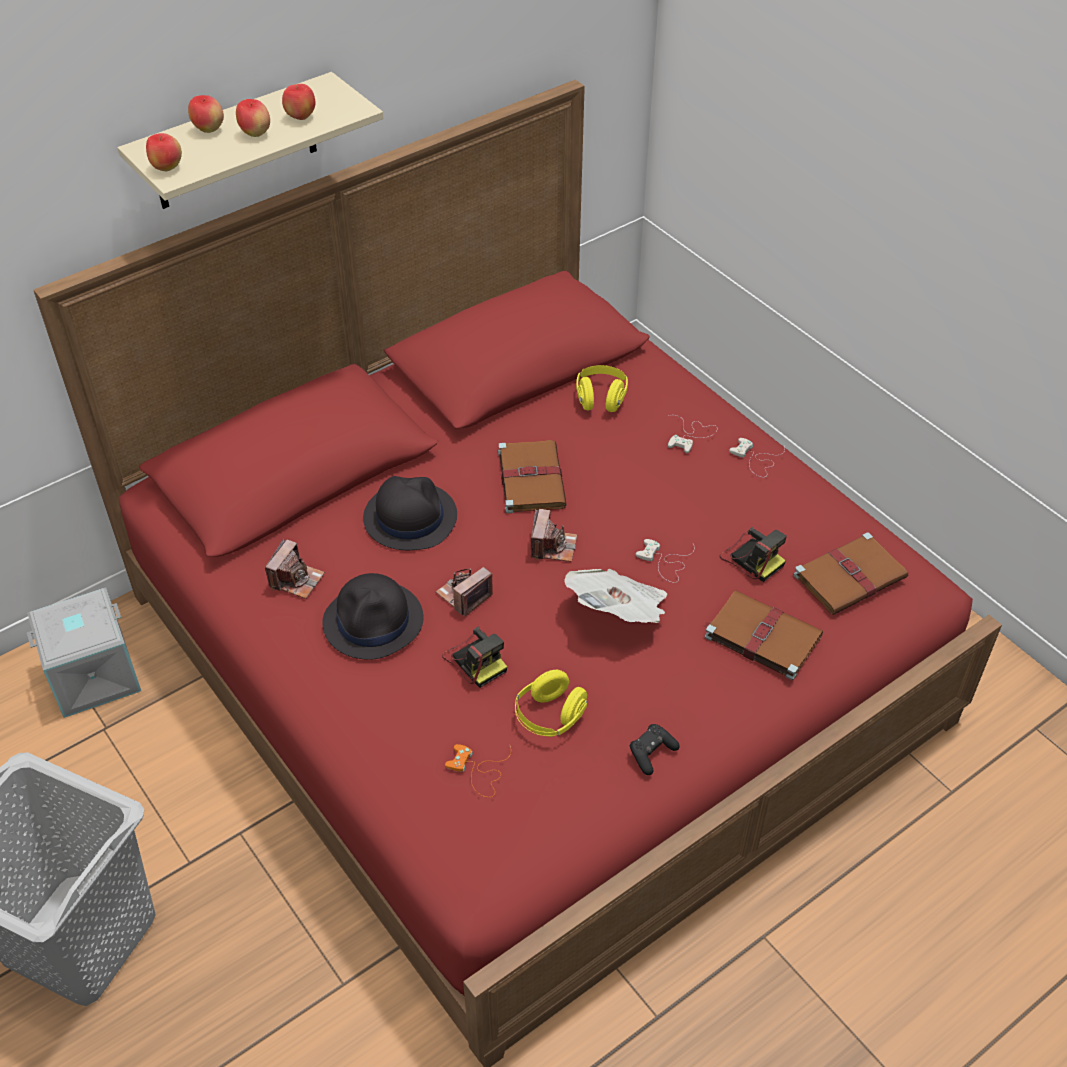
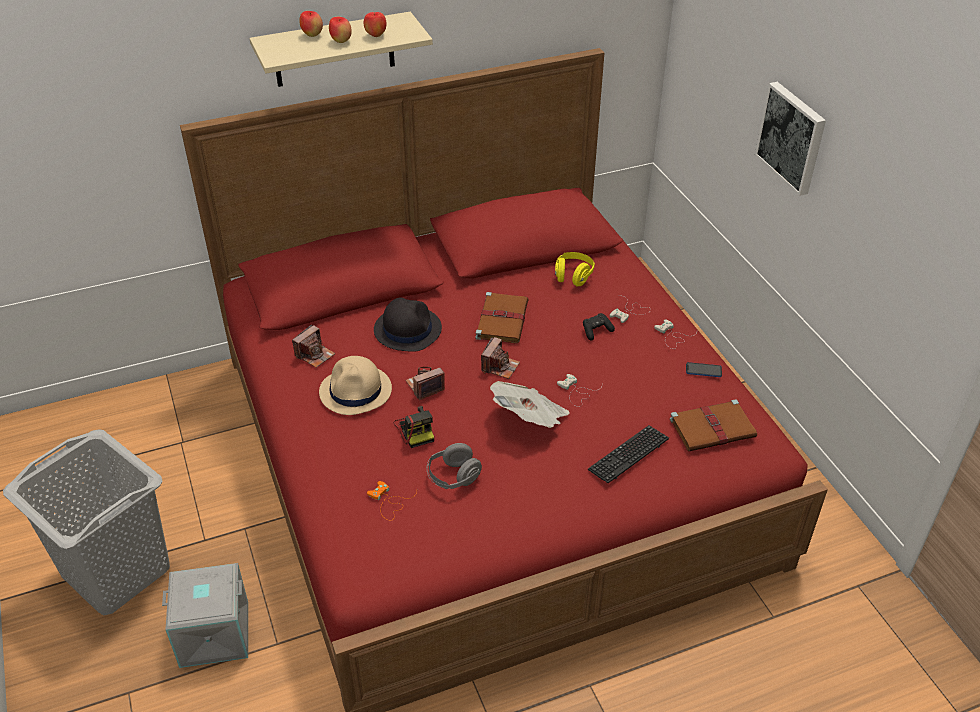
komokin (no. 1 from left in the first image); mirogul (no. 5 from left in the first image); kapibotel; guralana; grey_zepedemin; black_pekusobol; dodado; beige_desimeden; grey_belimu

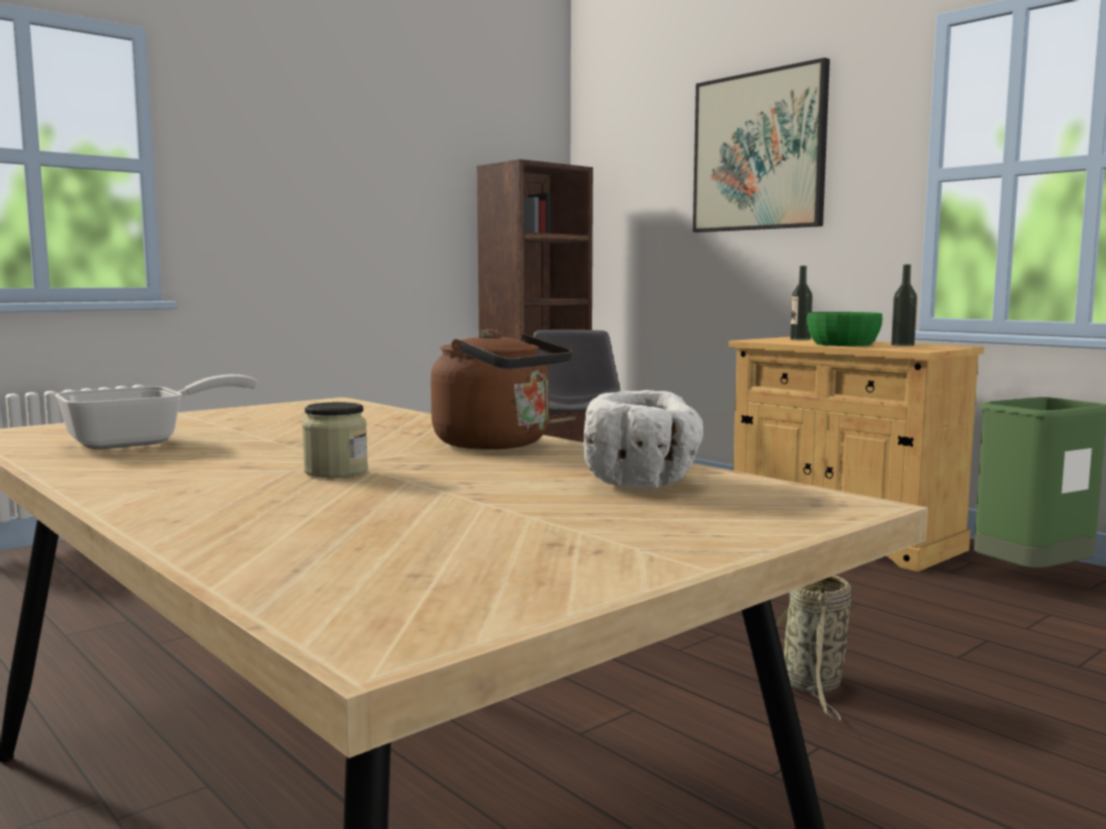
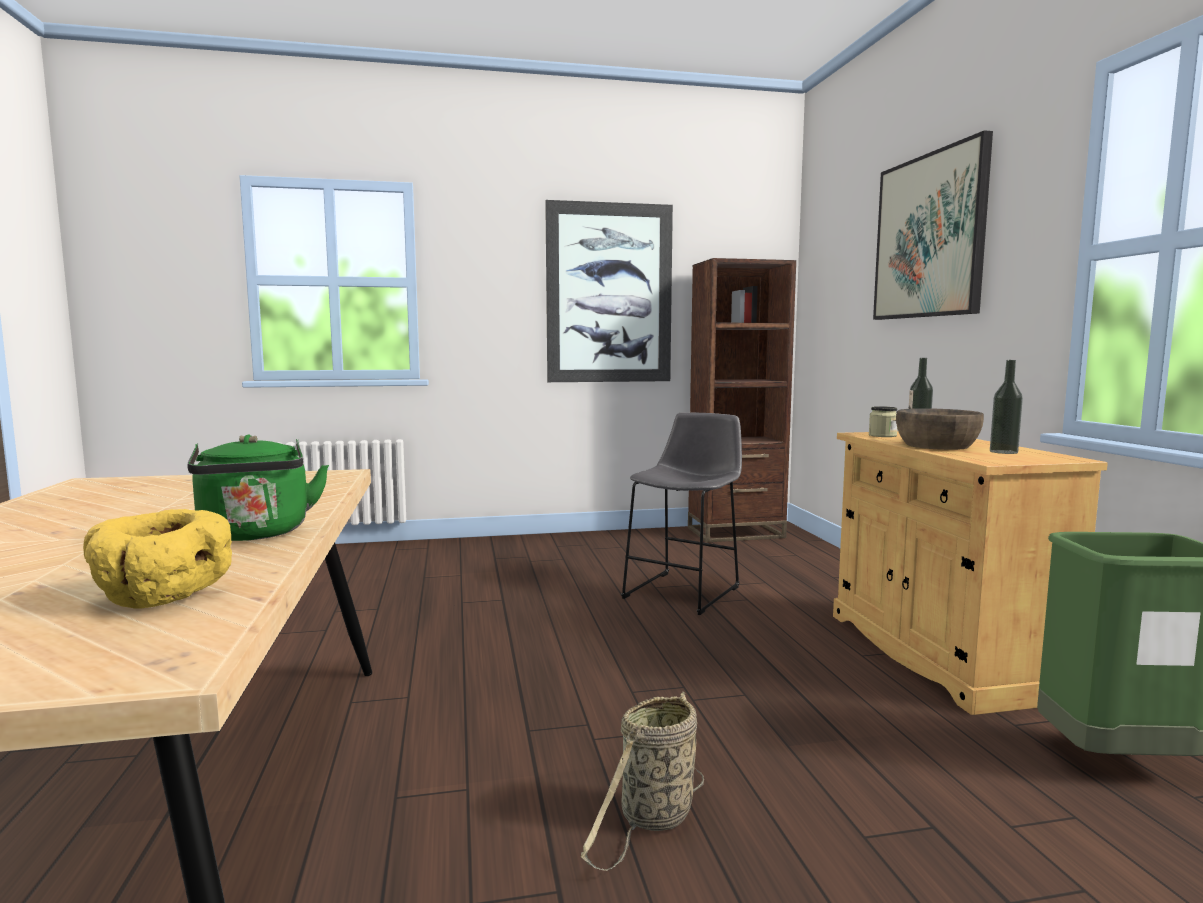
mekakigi; guralana (no. 1 from left); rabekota; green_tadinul; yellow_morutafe; brown_morutafe

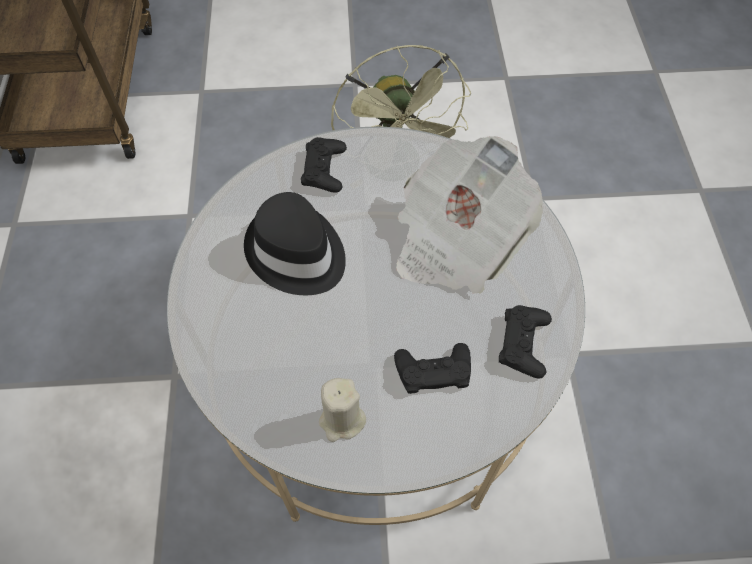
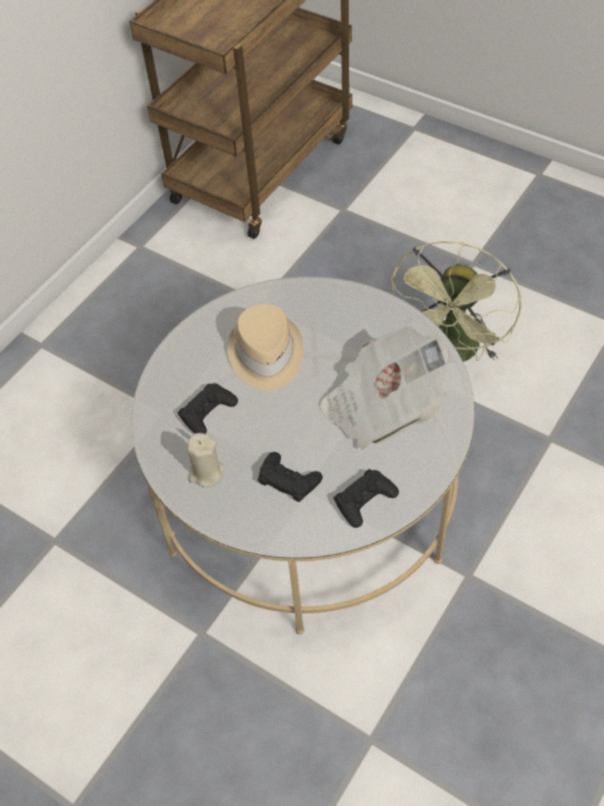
black_pekusobol (no. 1 from left); beige_desimeden

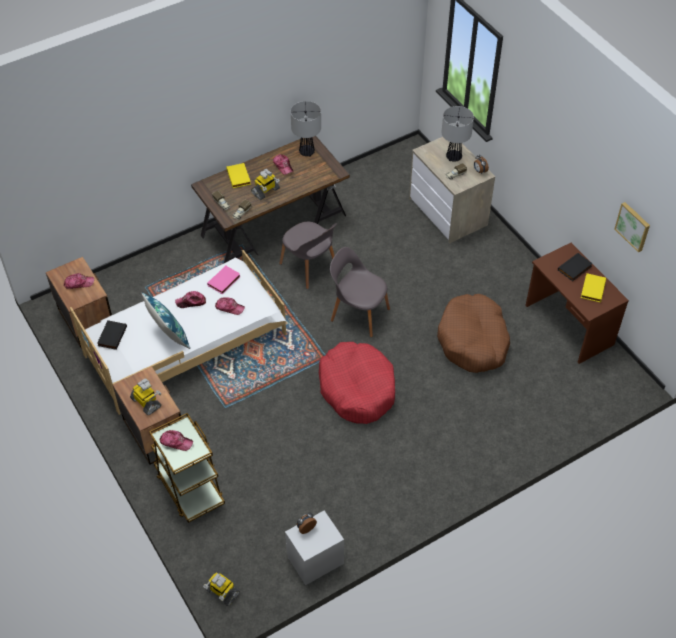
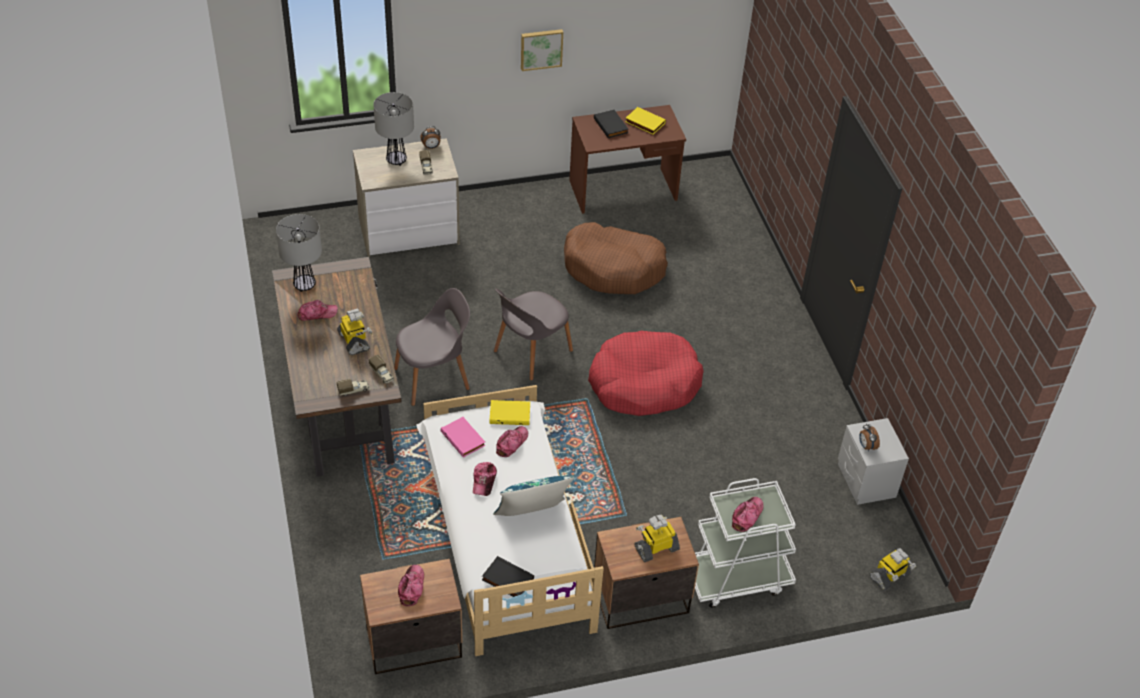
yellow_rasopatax (no. 1 from left); guralana; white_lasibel

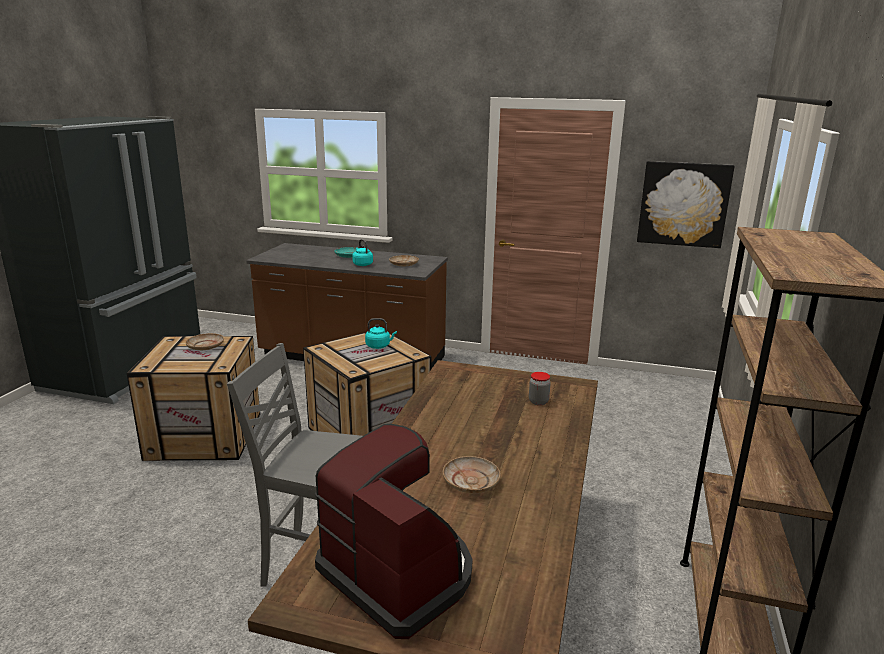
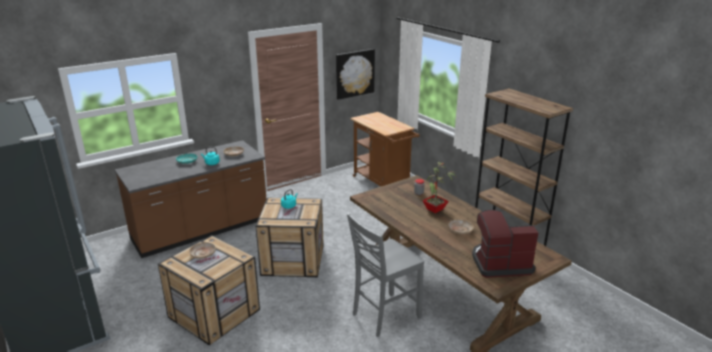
brown_lasibel; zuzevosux

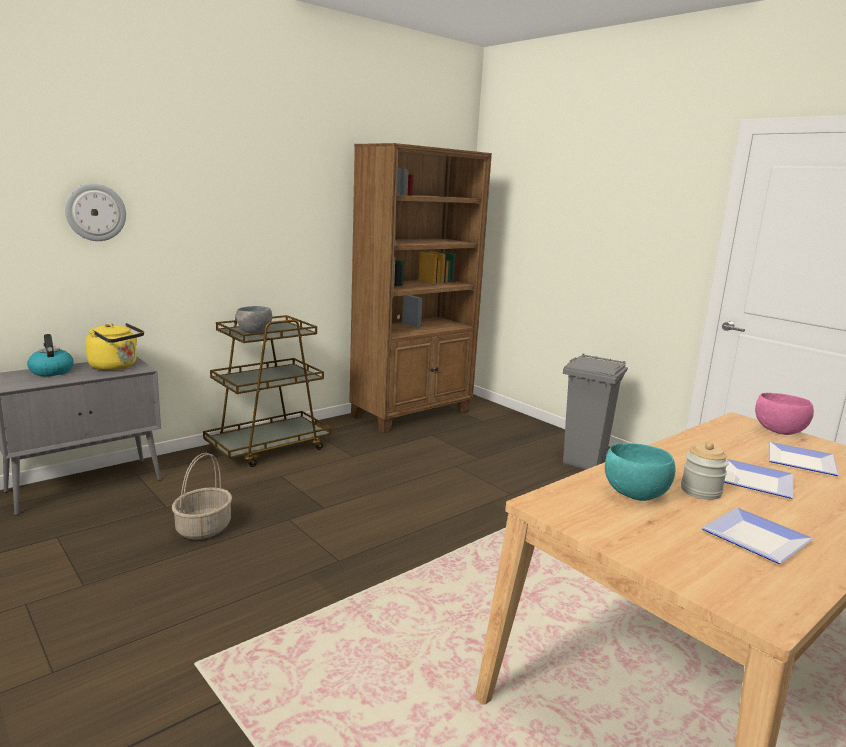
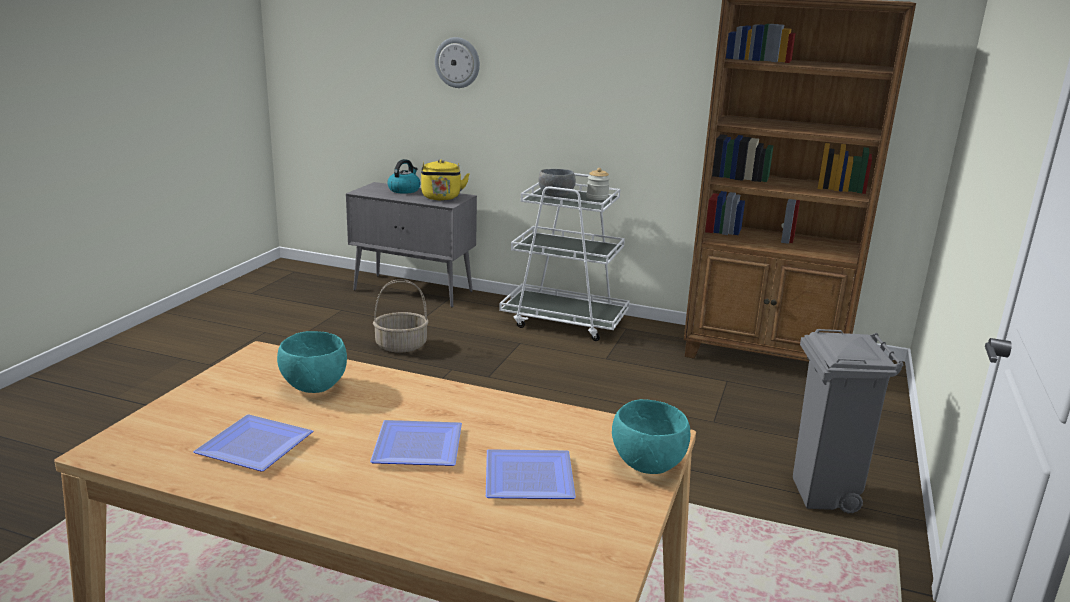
rabekota; white_lasibel; turquoise_morutafe (no. 2 from left)

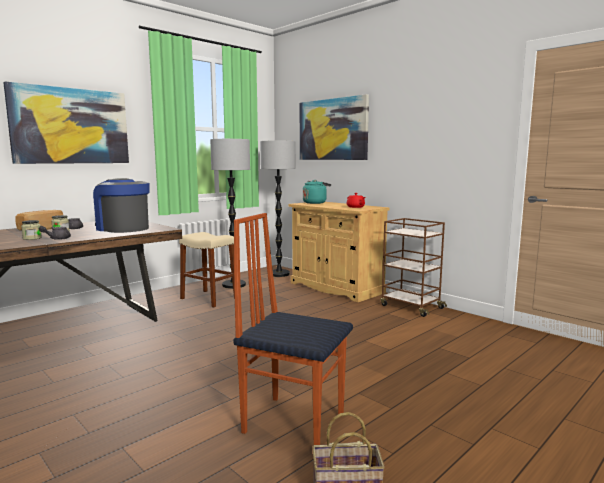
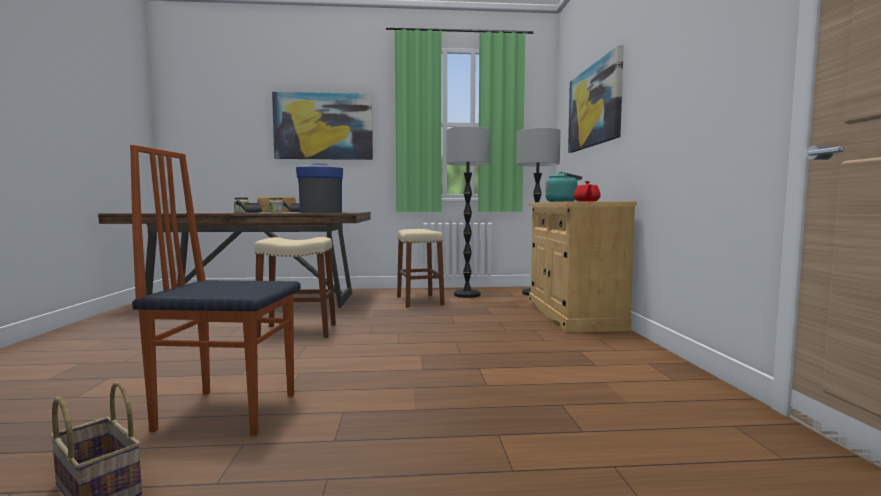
brown_lasibel; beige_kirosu (no. 1 from left); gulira

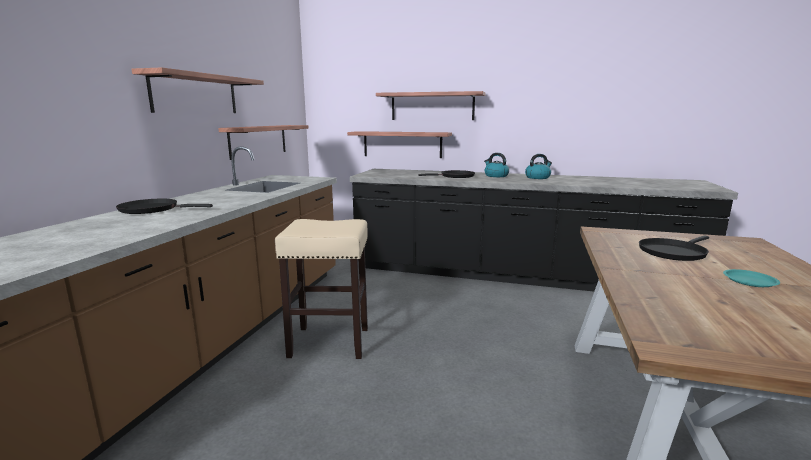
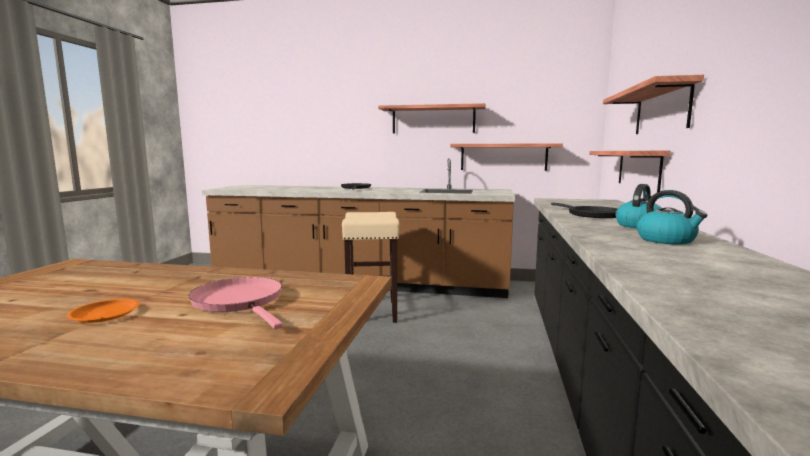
pink_mekakigi; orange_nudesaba

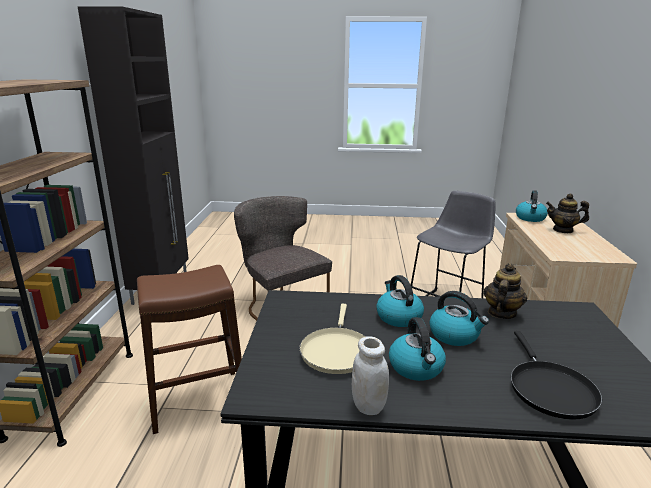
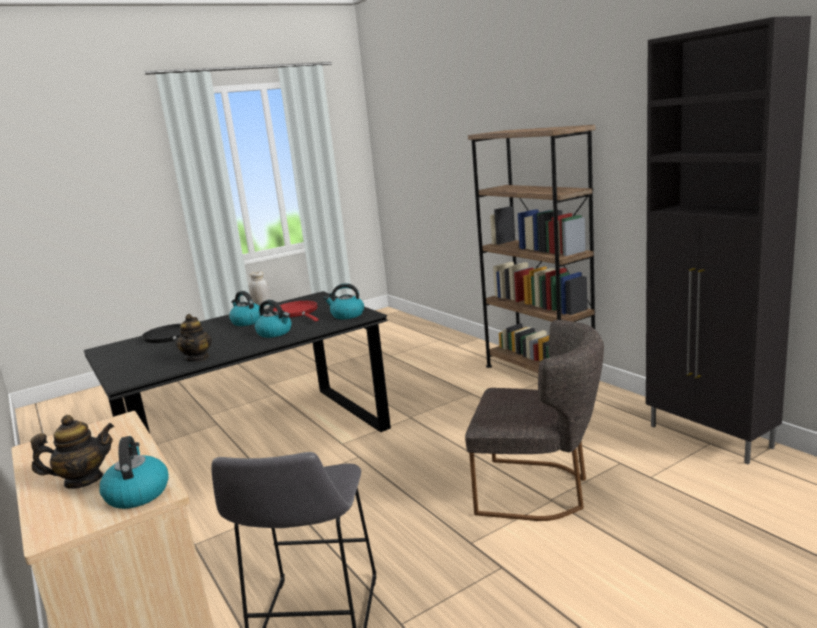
brown_kirosu; tadinul (no. 4 from left); red_mekakigi

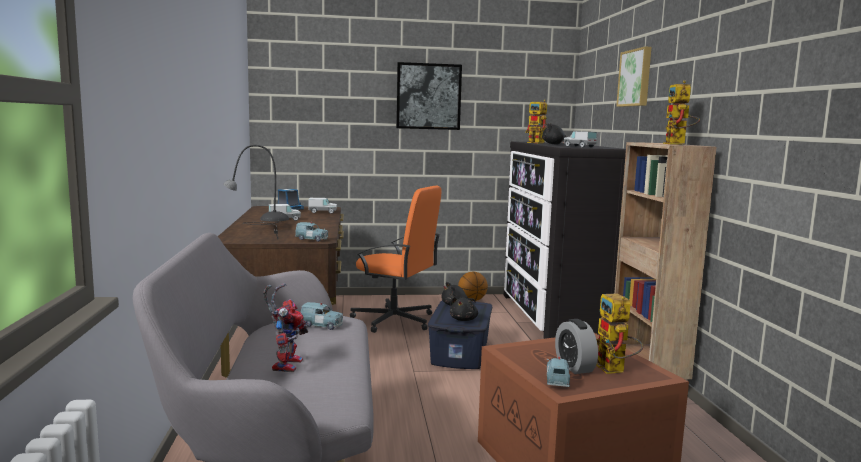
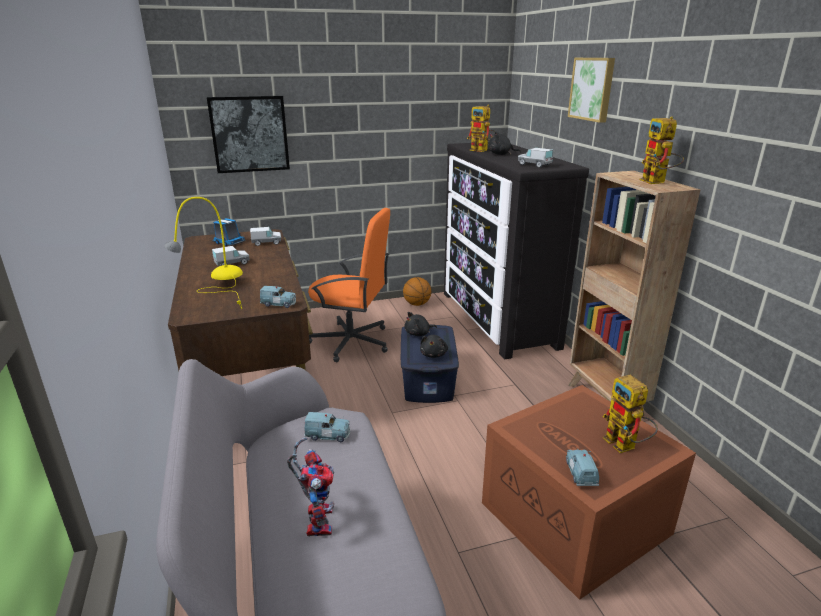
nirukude; guralana (no. 1 from left); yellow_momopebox

